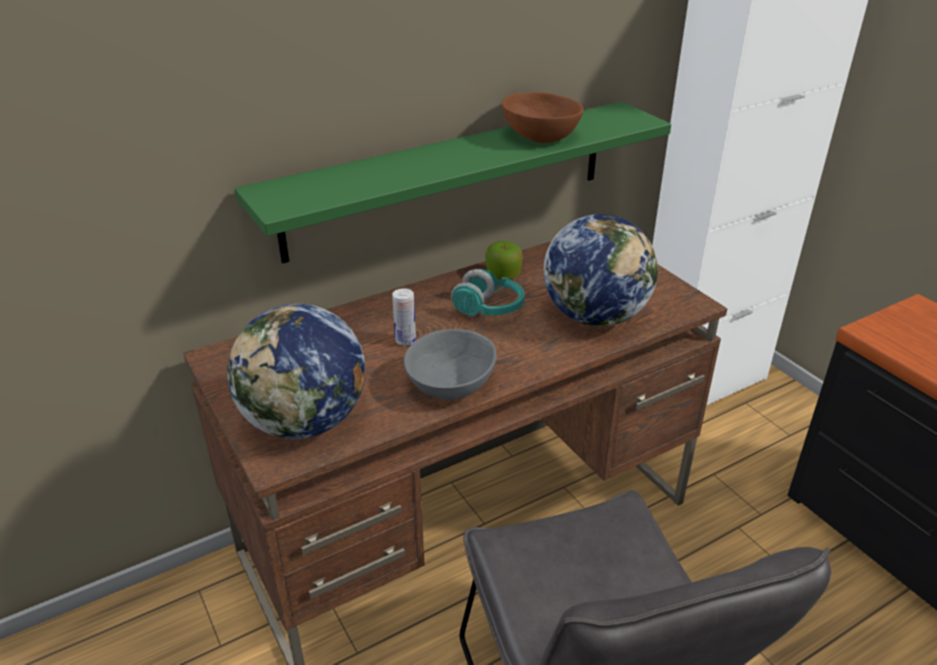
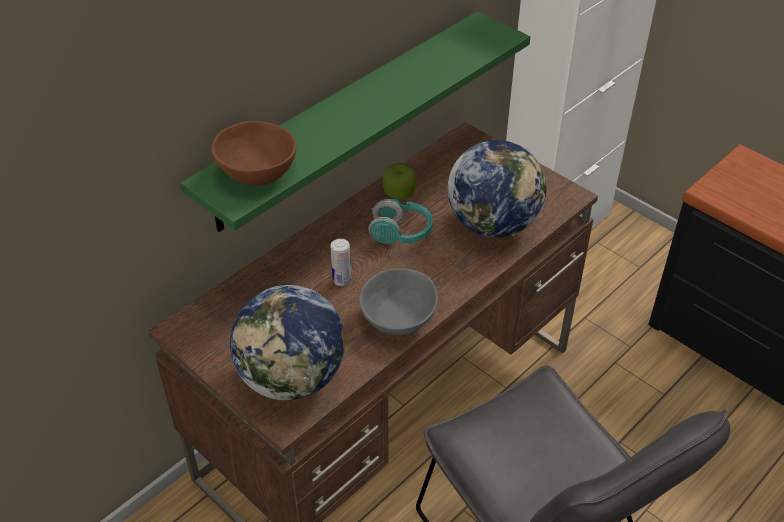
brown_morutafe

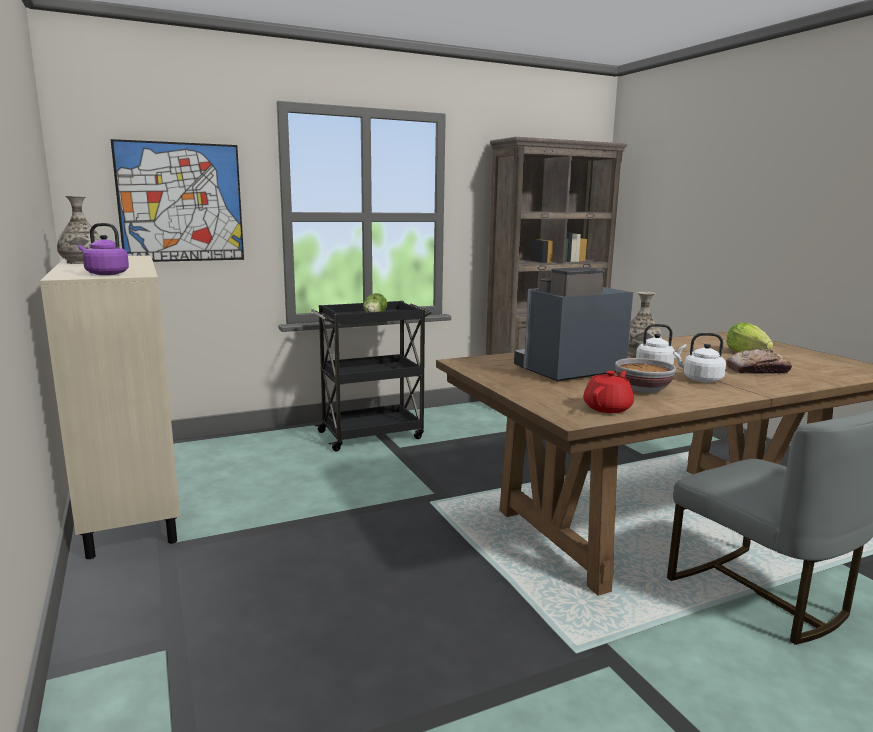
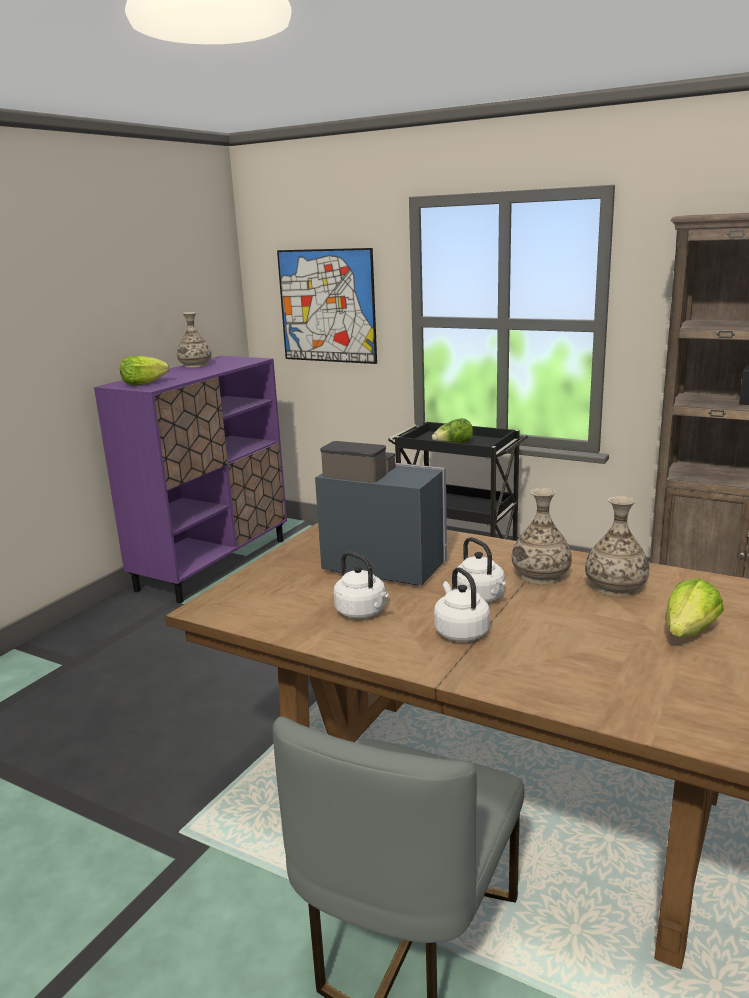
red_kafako; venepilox; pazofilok (no. 3 from left); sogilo (no. 1 from left); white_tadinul (no. 1 from left); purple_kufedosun

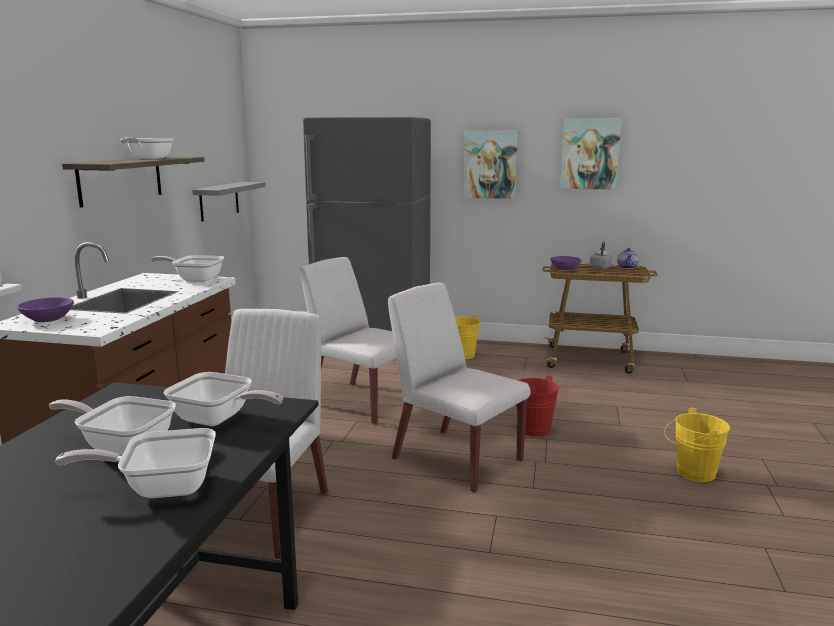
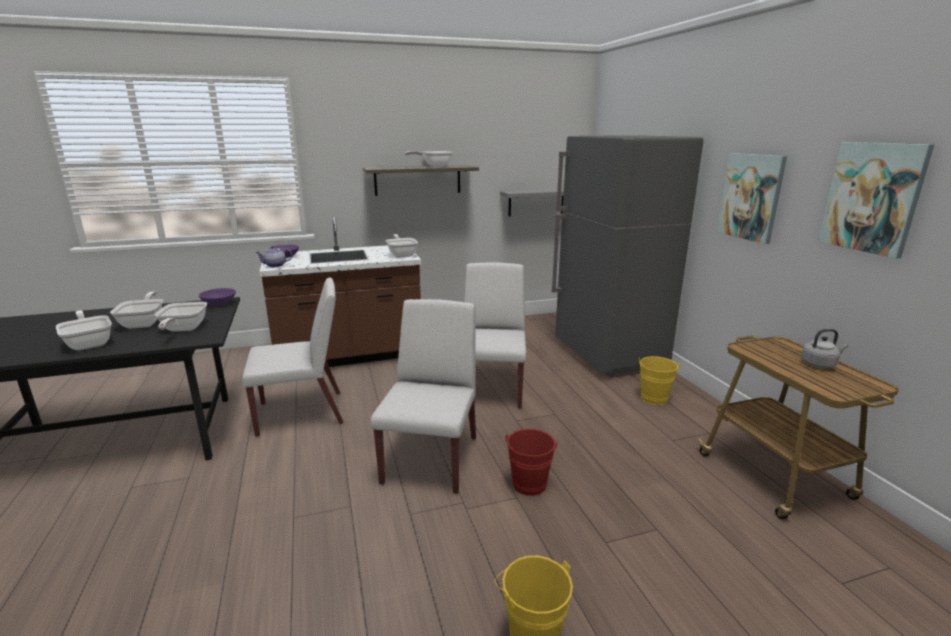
purple_morutafe (no. 1 from left); kafako

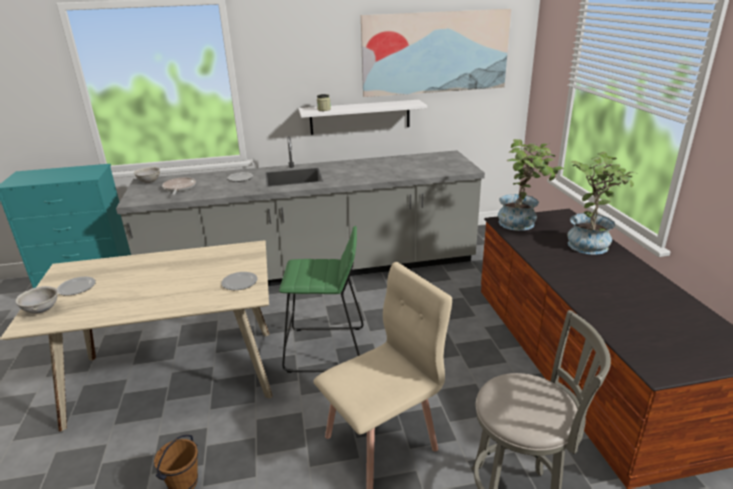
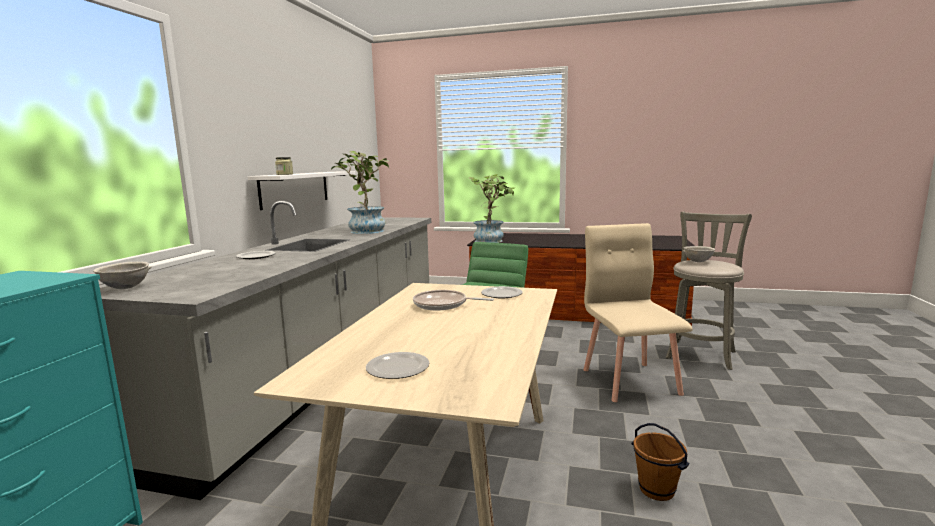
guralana; grey_morutafe (no. 2 from left); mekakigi; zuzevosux (no. 1 from left)

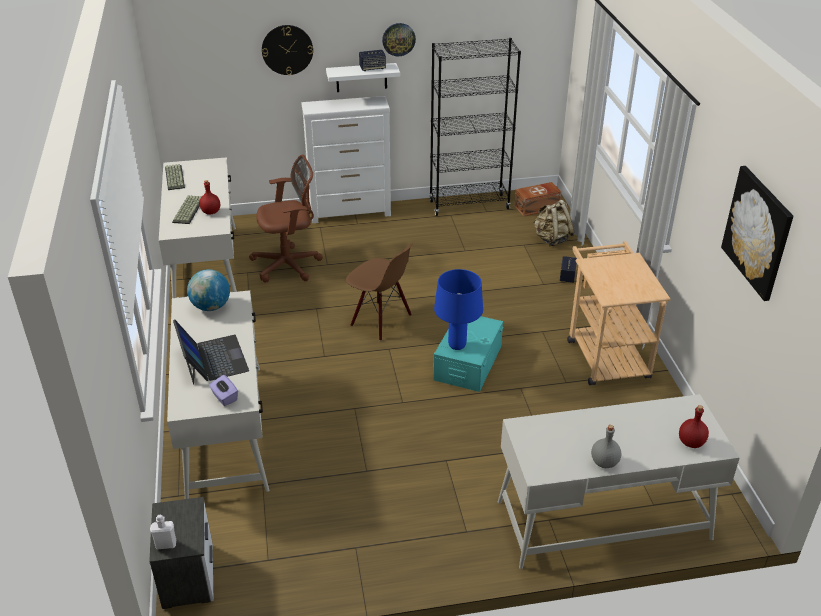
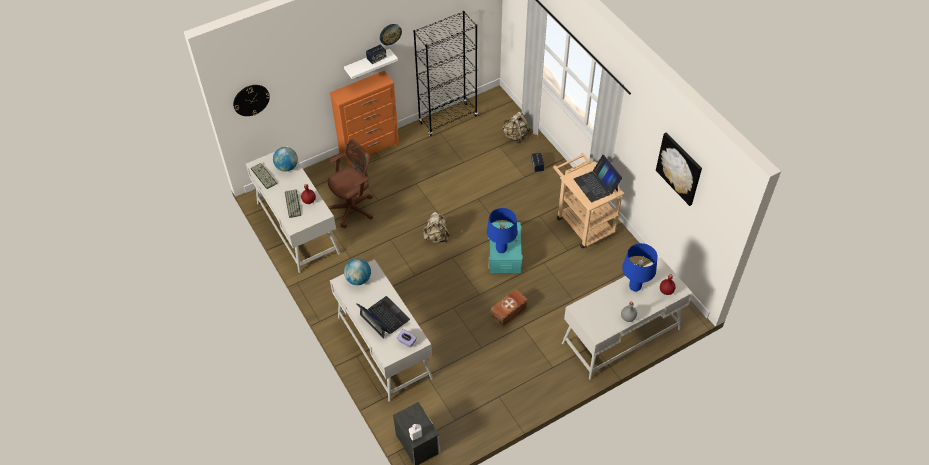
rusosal (no. 1 from left); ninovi (no. 2 from left); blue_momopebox (no. 2 from left); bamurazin (no. 1 from left); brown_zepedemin; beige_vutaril (no. 1 from left); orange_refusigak

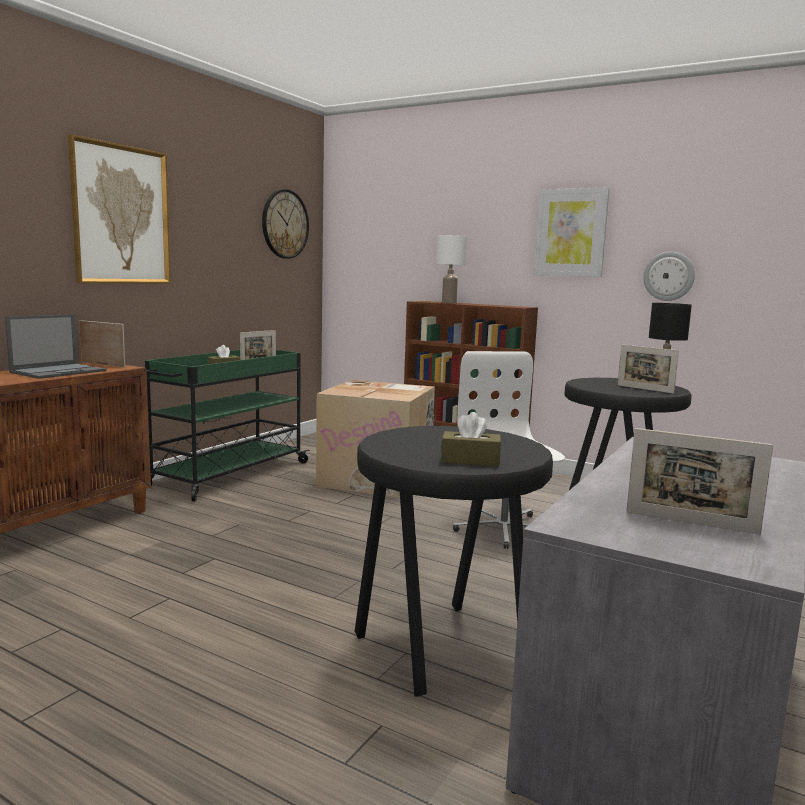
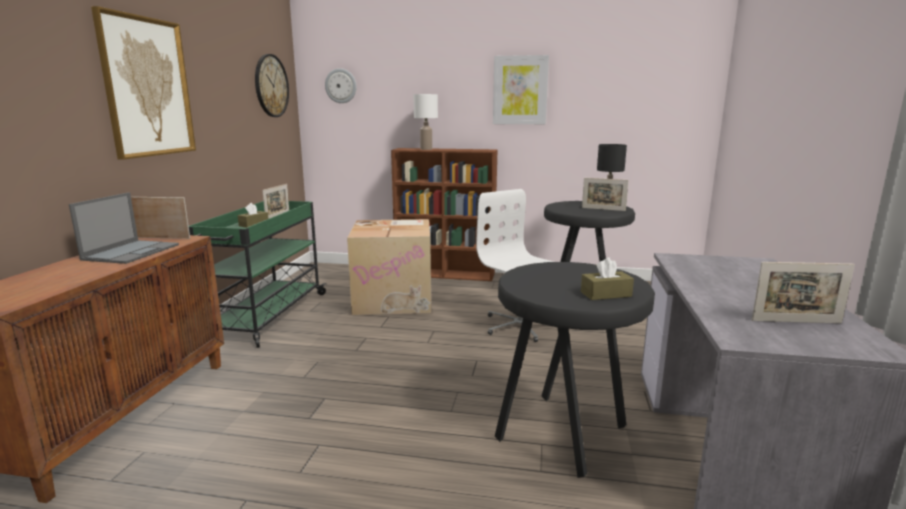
bamurazin (no. 2 from left)

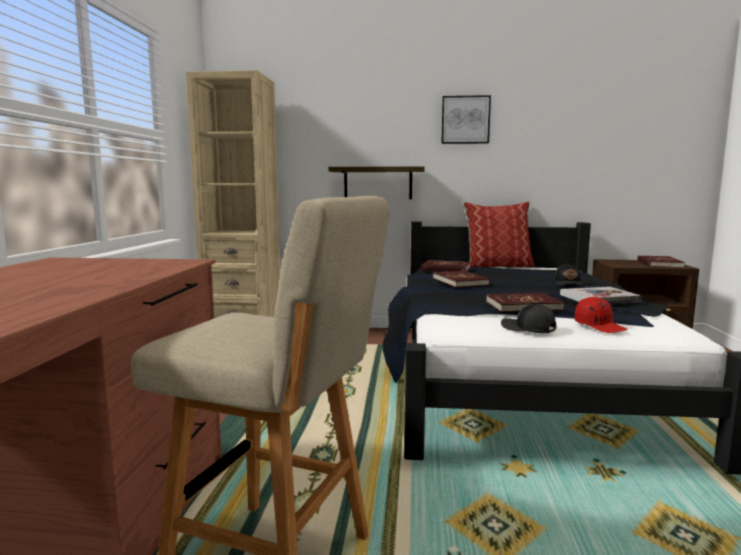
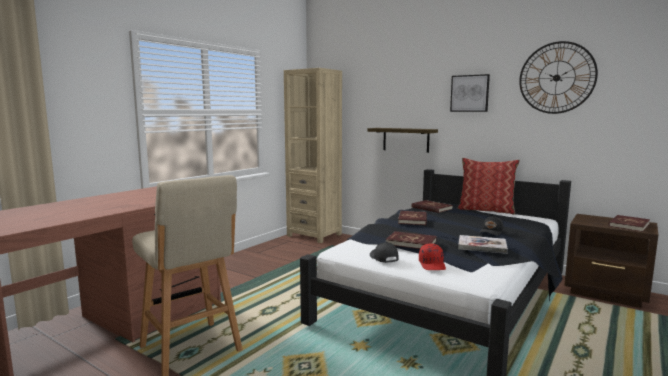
bamurazin

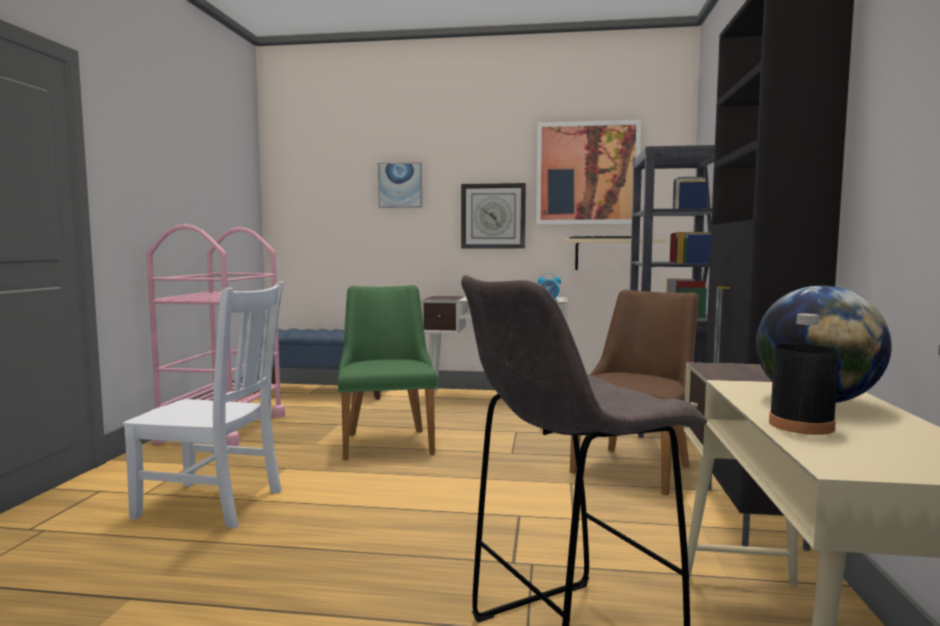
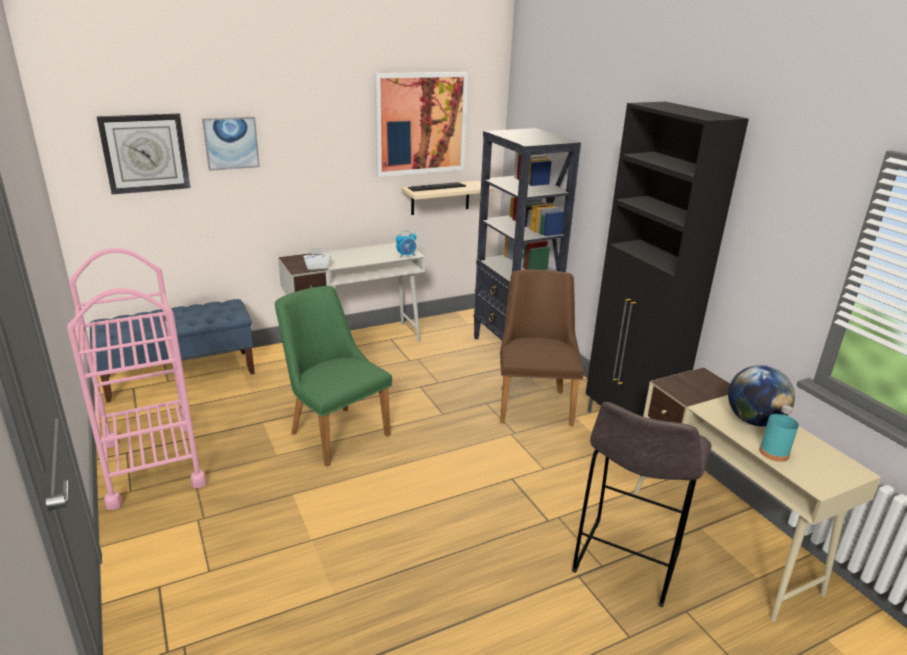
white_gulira; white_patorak; bamurazin; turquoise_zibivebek

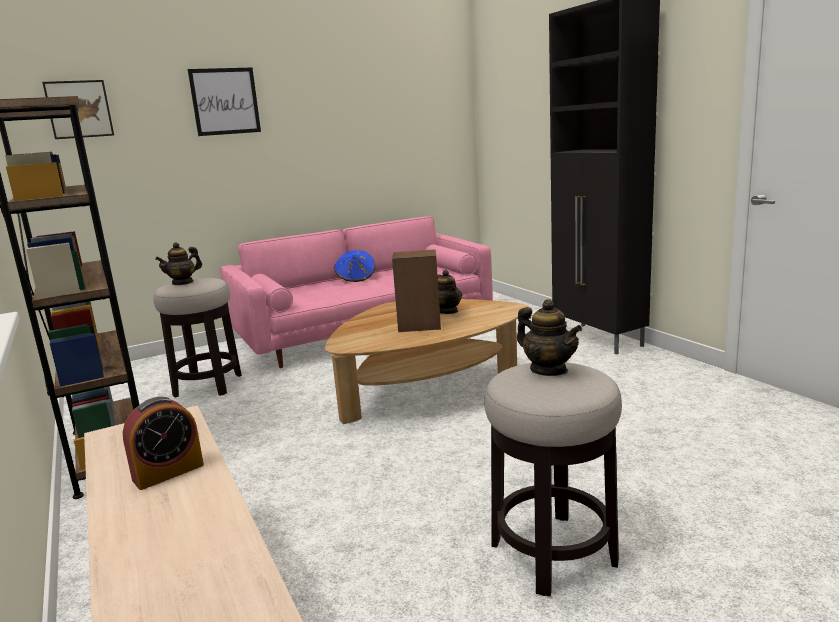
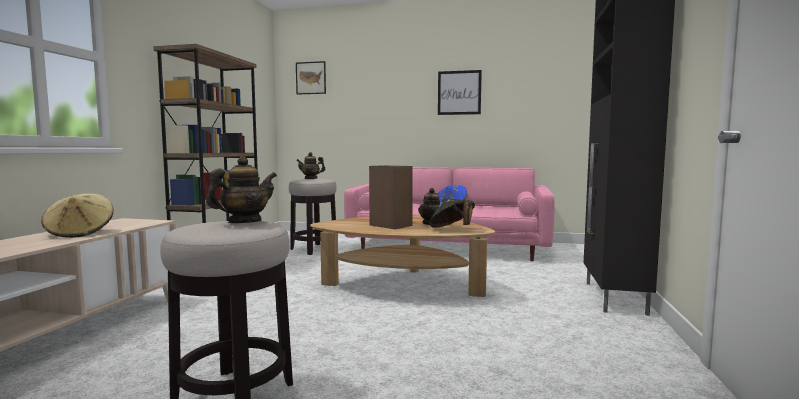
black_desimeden; guralana (no. 2 from left); beige_desimeden; kafako (no. 1 from left)

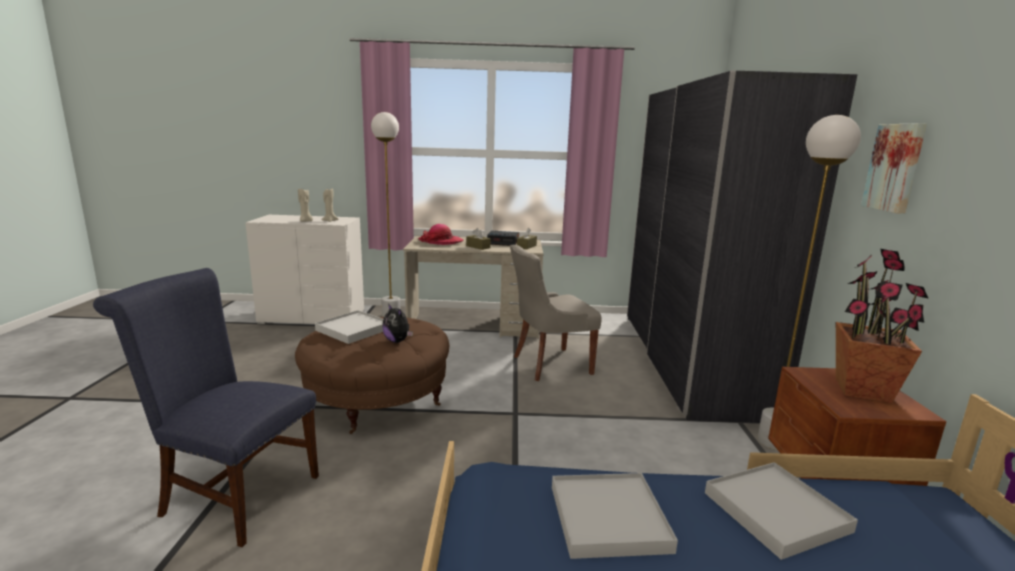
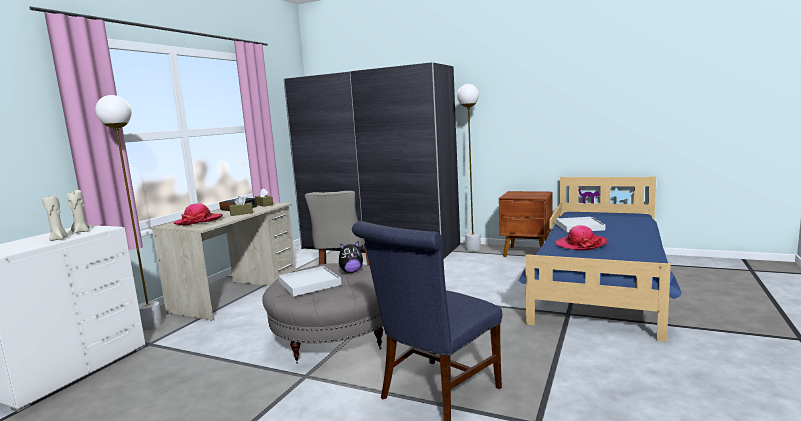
zuzevosux; guralana; desimeden (no. 2 from left); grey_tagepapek

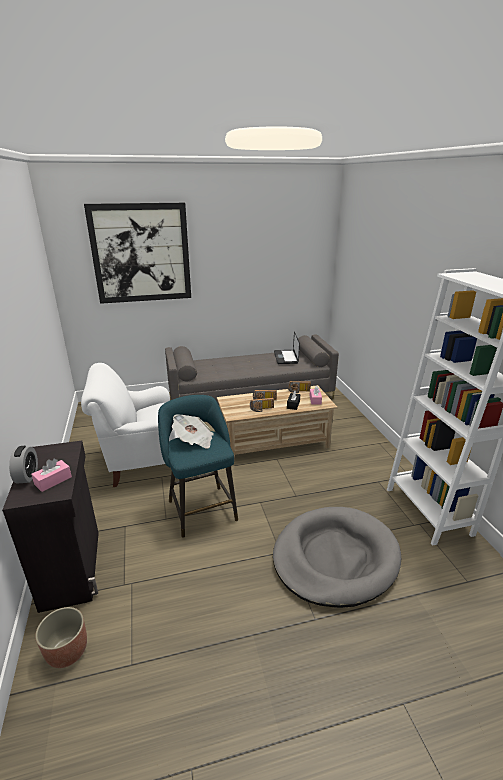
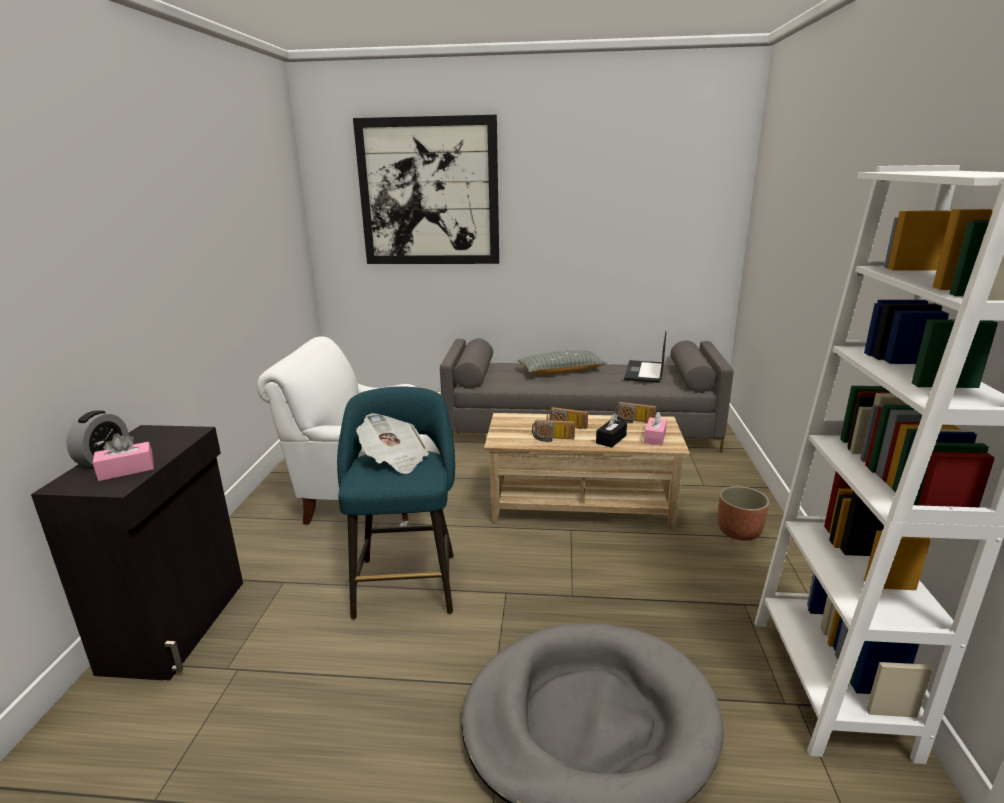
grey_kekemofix; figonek

